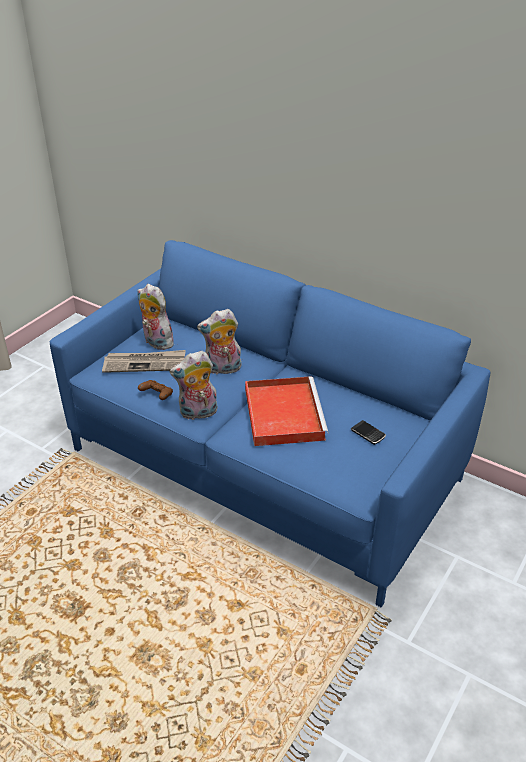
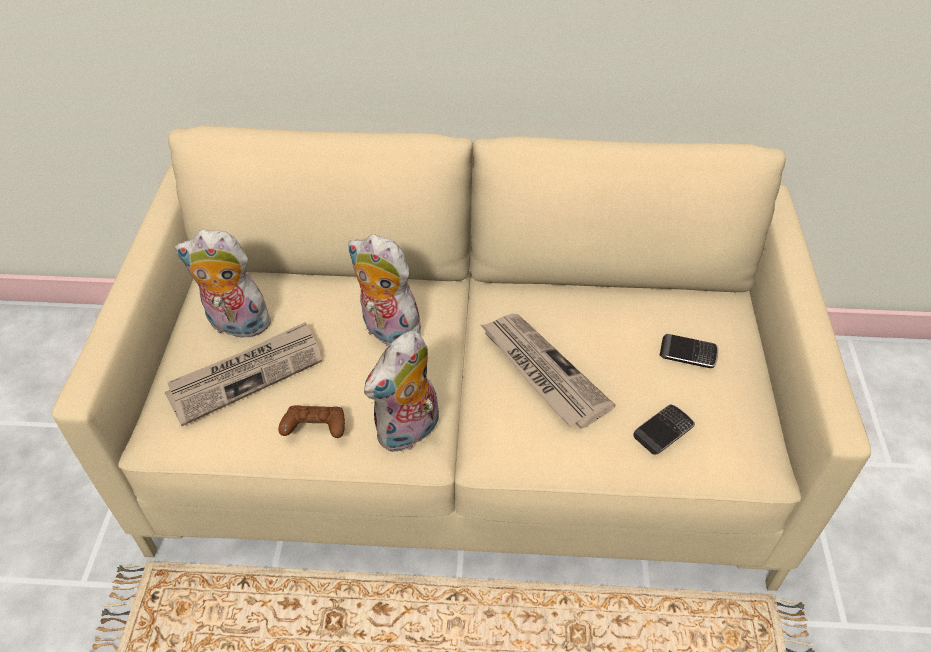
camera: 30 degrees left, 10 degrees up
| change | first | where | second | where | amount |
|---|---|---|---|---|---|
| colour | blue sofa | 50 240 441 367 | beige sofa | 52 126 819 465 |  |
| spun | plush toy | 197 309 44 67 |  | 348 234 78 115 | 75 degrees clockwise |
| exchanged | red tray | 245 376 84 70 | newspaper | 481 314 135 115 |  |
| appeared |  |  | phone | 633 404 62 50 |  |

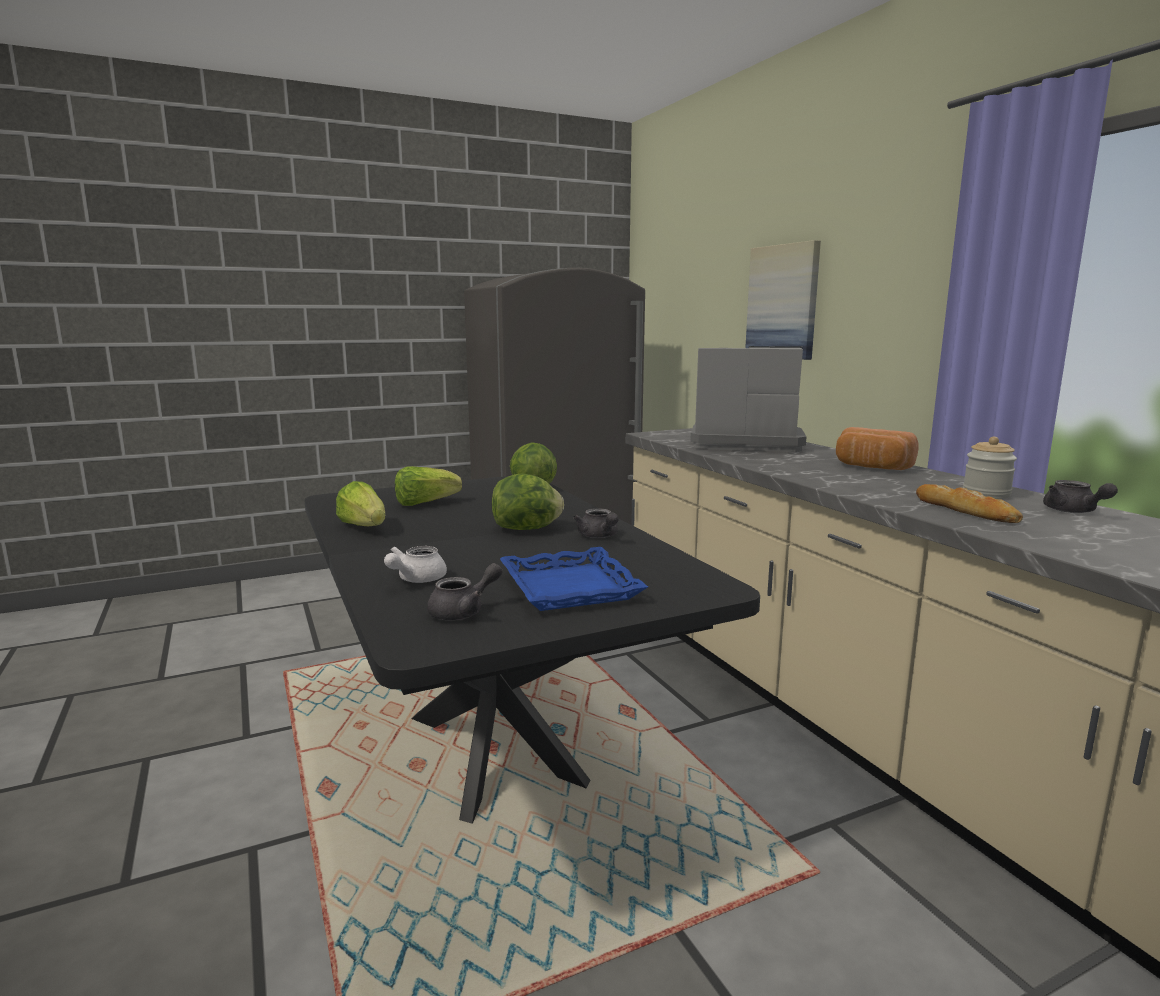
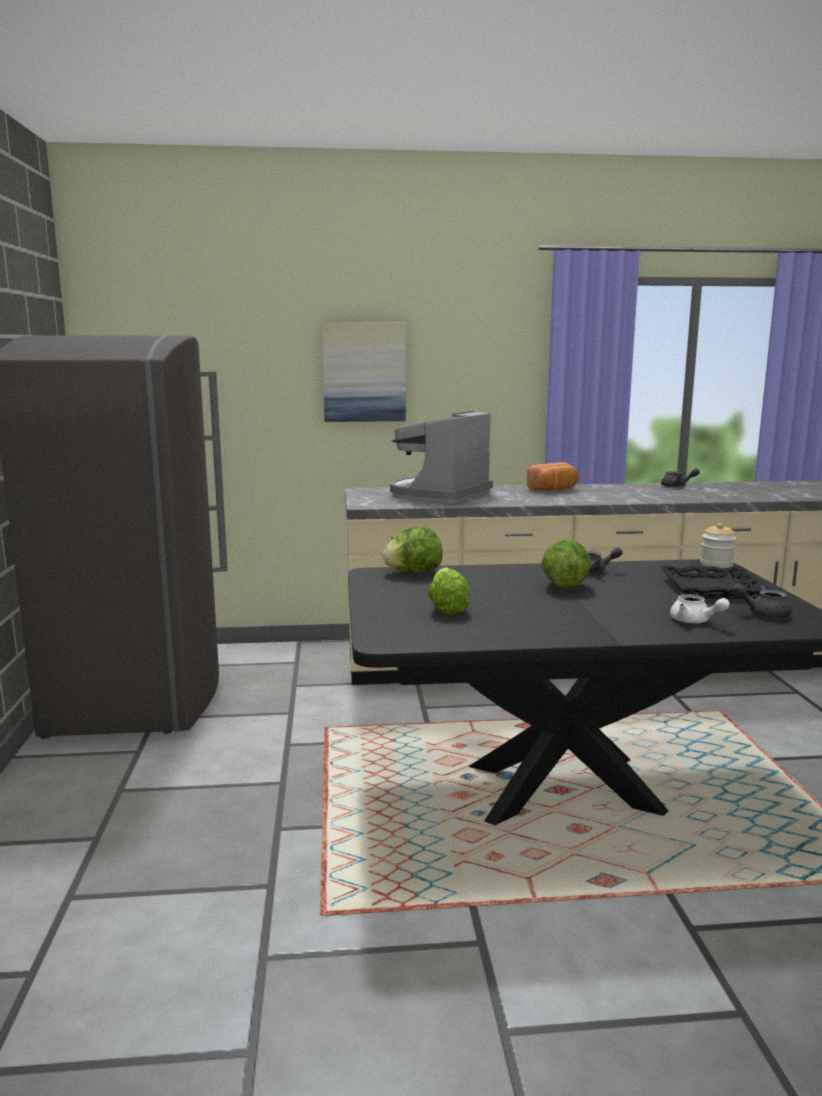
camera: 70 degrees left, 0 degrees up
| change | first | where | second | where | amount |
|---|---|---|---|---|---|
| relocated | jar | 963 437 54 62 |  | 700 523 36 45 |  |
| missing | lettuce | 336 481 49 45 |  |  |  |
| missing | bread | 916 484 107 39 |  |  |  |
| colour | blue tray | 500 547 148 64 | black tray | 660 566 114 33 |  |
| spun | grey teapot | 427 563 75 57 |  | 732 584 60 35 | 60 degrees counterclockwise |

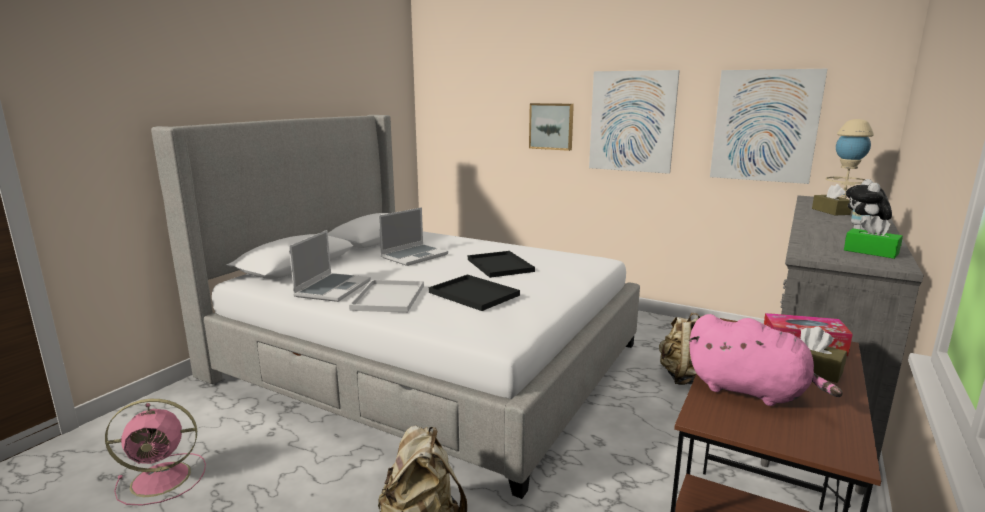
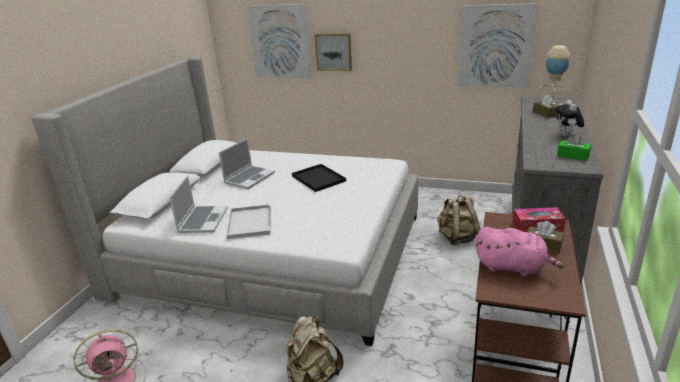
camera: 10 degrees left, 10 degrees up
| change | first | where | second | where | amount |
|---|---|---|---|---|---|
| relocated | picture | 589 70 91 104 |  | 247 4 65 74 |  |
| missing | black tray | 429 274 91 37 |  |  |  |

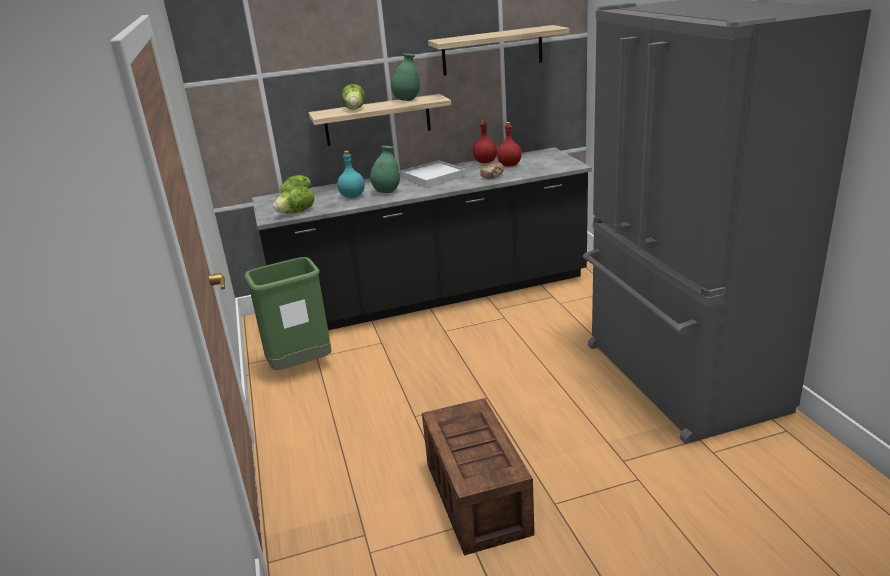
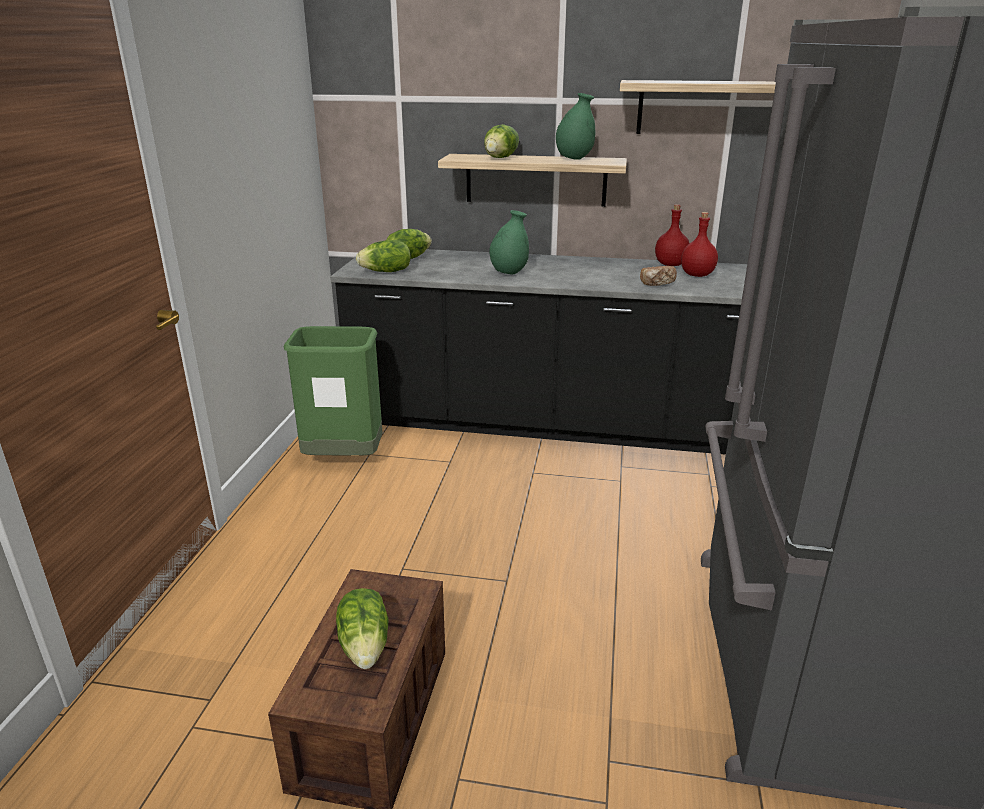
camera: 25 degrees right, 0 degrees up
| change | first | where | second | where | amount |
|---|---|---|---|---|---|
| missing | turquoise bottle | 337 151 28 47 |  |  |  |
| missing | white tray | 401 160 65 27 |  |  |  |
| appeared |  |  | lettuce | 336 588 53 81 |  |

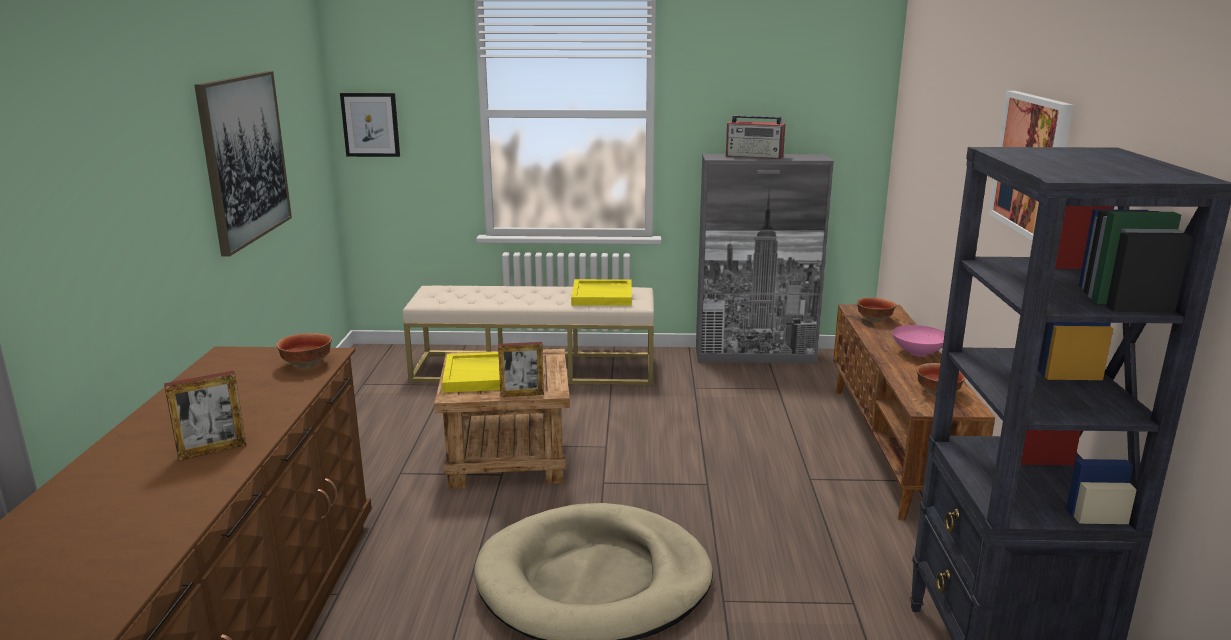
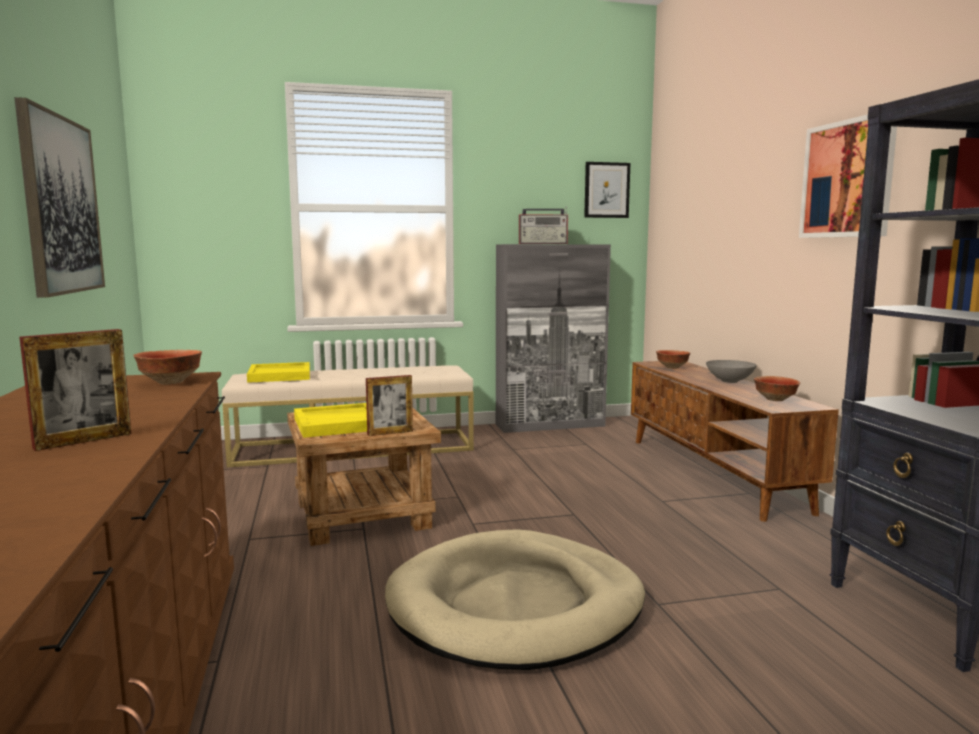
camera: 15 degrees left, 10 degrees down
| change | first | where | second | where | amount |
|---|---|---|---|---|---|
| relocated | picture | 340 93 60 64 |  | 584 162 46 56 |  |
| relocated | yellow tray | 571 279 61 27 |  | 247 362 63 21 |  |
| colour | pink bowl | 892 325 53 31 | grey bowl | 706 360 51 23 |  |

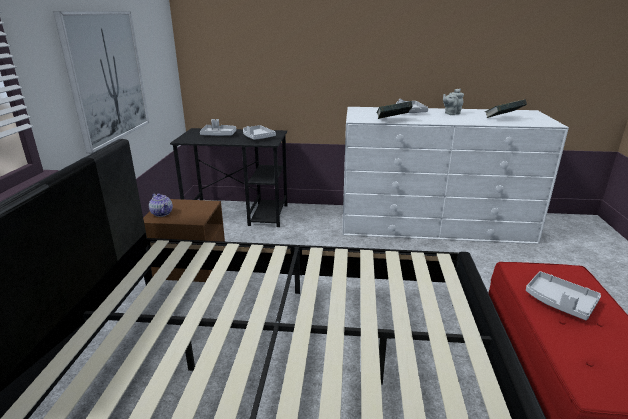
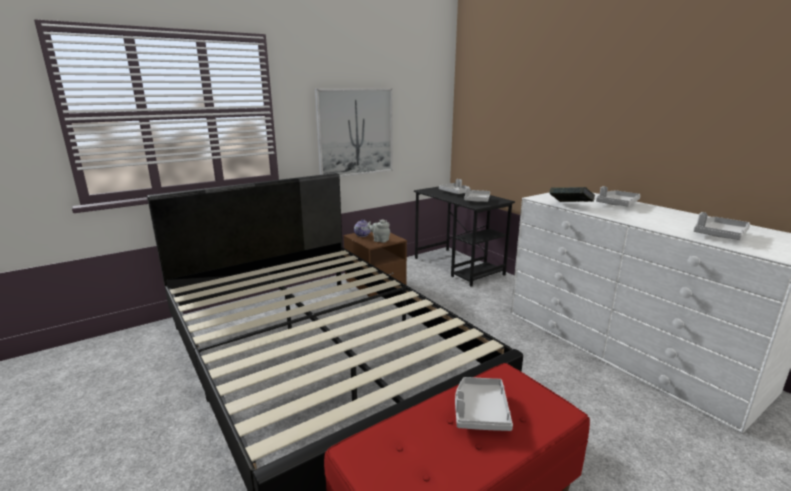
camera: 50 degrees right, 5 degrees down
| change | first | where | second | where | amount |
|---|---|---|---|---|---|
| relocated | grey teapot | 443 89 21 26 |  | 367 219 23 24 |  |
| exchanged | book | 485 99 42 19 | grey tray | 693 212 57 28 |  |

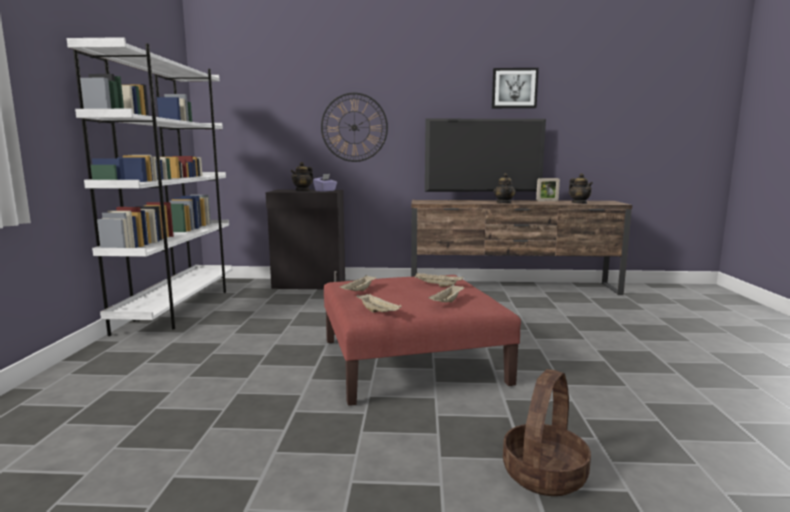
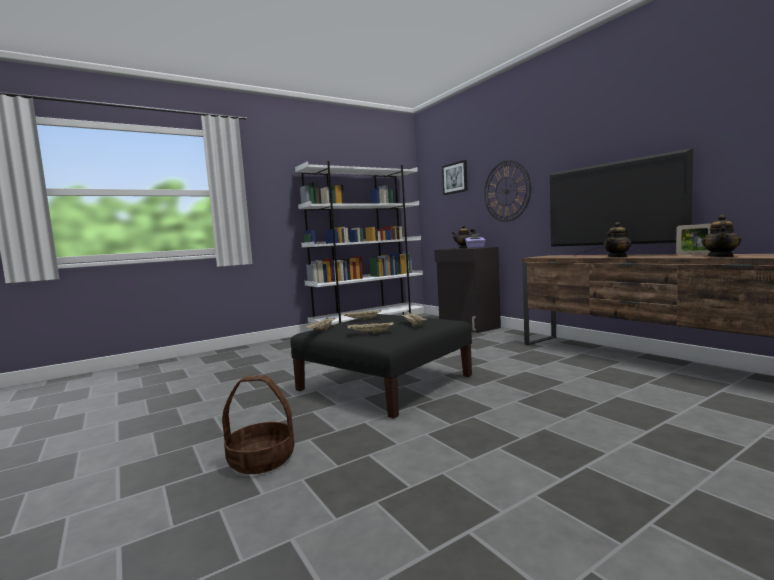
camera: 55 degrees right, 5 degrees down
| change | first | where | second | where | amount |
|---|---|---|---|---|---|
| relocated | picture | 492 68 47 40 |  | 442 160 26 35 |  |
| colour | red ottoman | 324 275 197 131 | black ottoman | 290 314 182 104 |  |

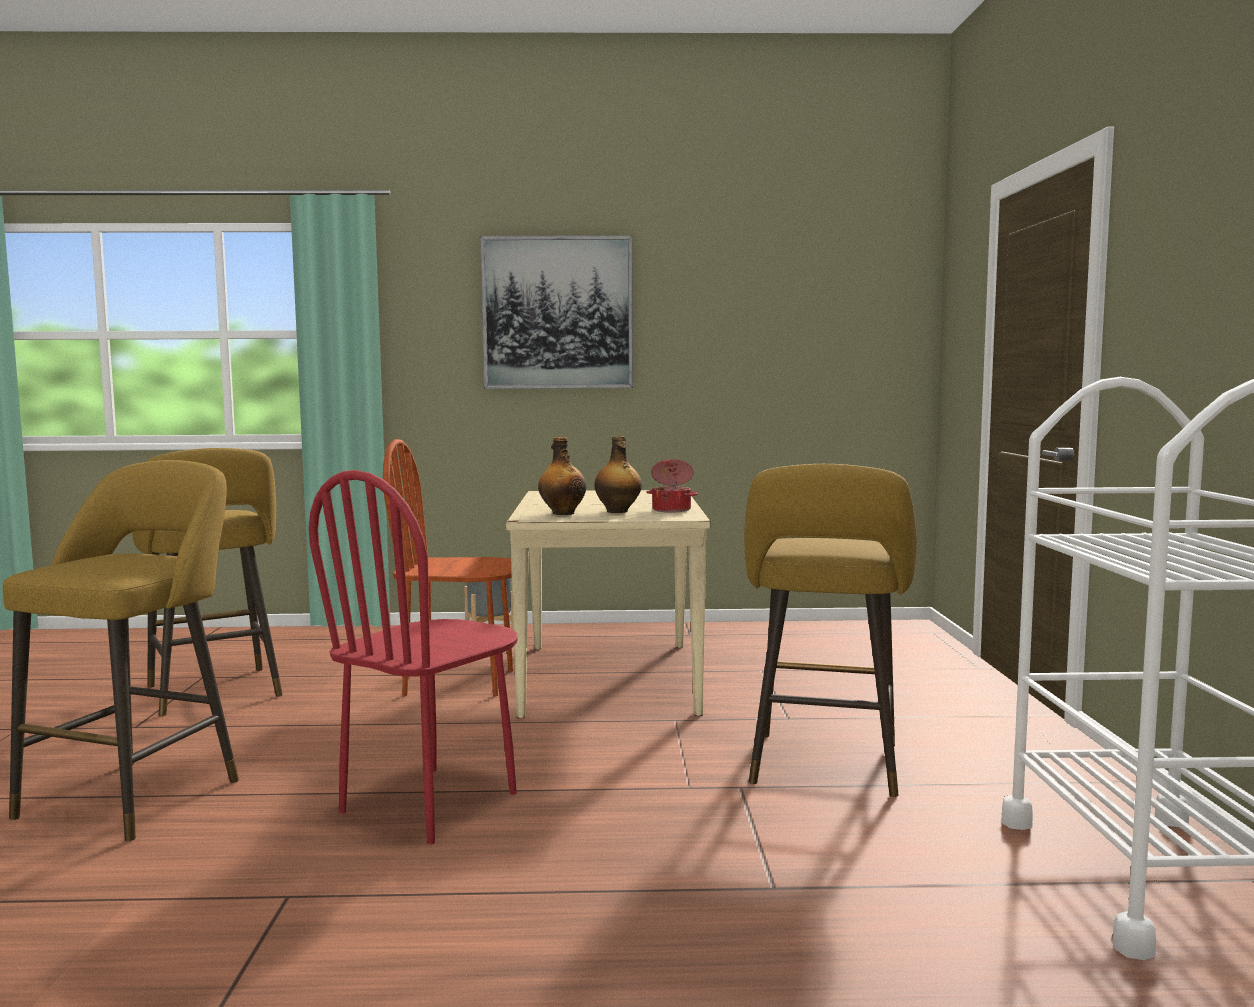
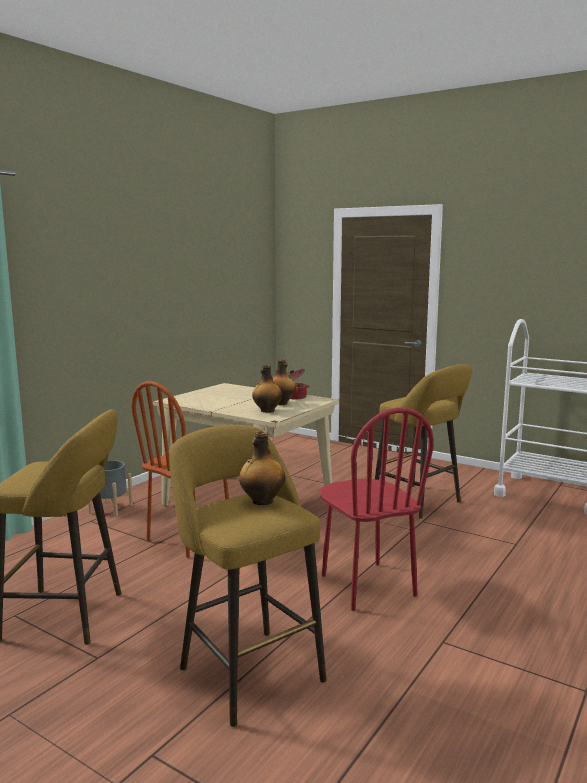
camera: 55 degrees left, 5 degrees up
| change | first | where | second | where | amount |
|---|---|---|---|---|---|
| missing | picture | 480 235 153 154 |  |  |  |
| appeared |  |  | bottle | 239 431 46 74 |  |

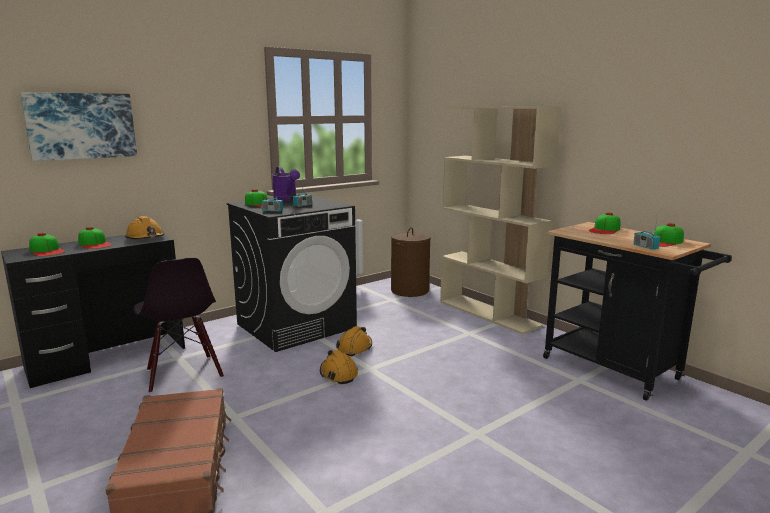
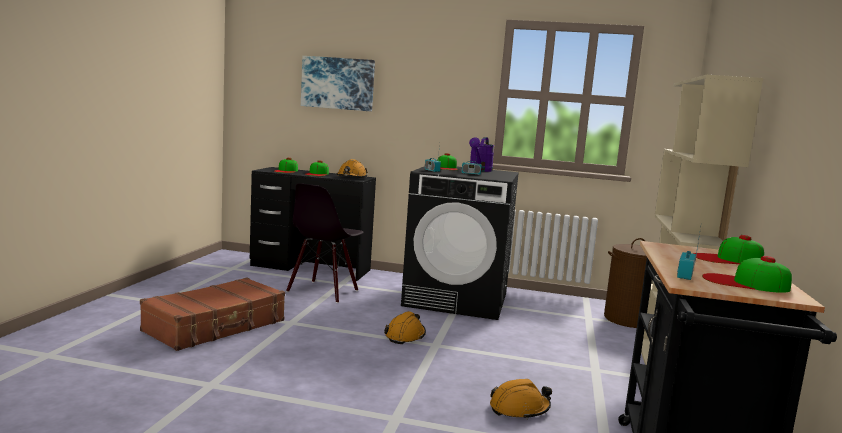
camera: 50 degrees right, 5 degrees down
| change | first | where | second | where | amount |
|---|---|---|---|---|---|
| relocated | orange hard hat | 336 326 36 30 |  | 490 379 62 41 |  |

